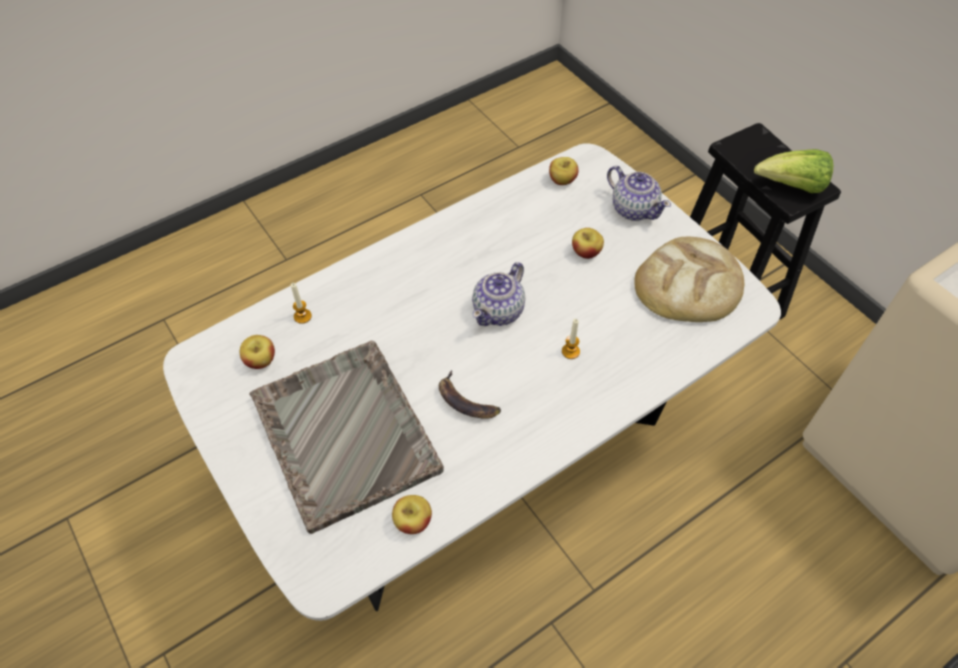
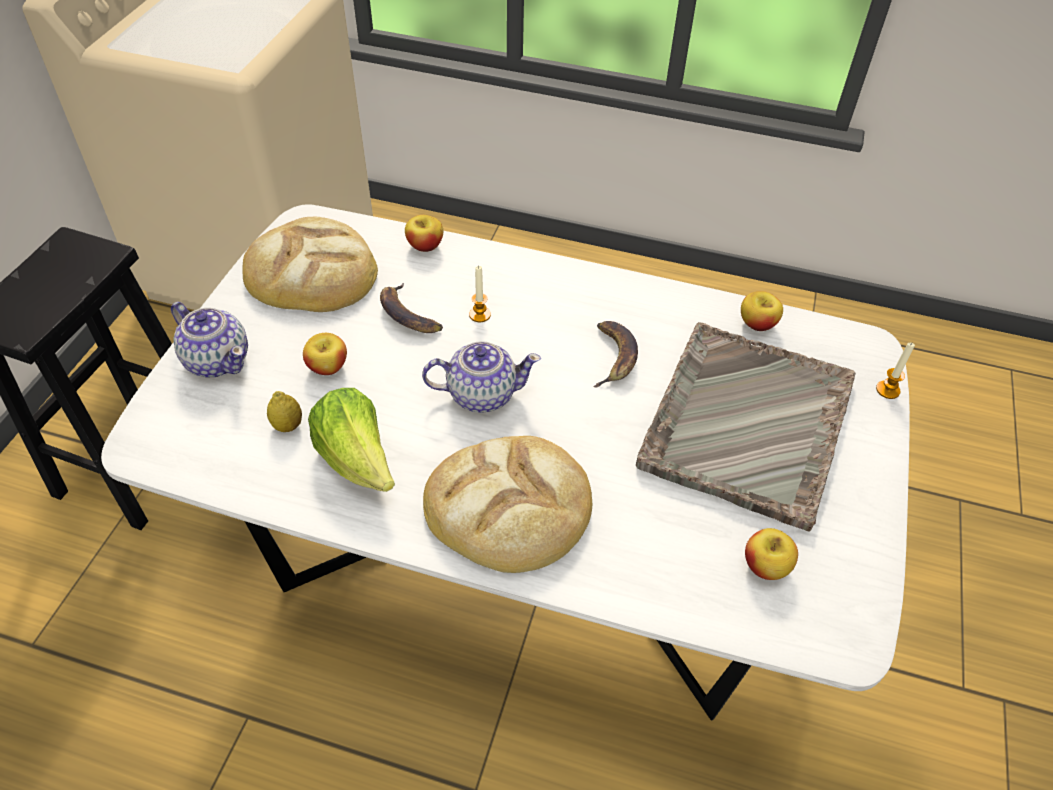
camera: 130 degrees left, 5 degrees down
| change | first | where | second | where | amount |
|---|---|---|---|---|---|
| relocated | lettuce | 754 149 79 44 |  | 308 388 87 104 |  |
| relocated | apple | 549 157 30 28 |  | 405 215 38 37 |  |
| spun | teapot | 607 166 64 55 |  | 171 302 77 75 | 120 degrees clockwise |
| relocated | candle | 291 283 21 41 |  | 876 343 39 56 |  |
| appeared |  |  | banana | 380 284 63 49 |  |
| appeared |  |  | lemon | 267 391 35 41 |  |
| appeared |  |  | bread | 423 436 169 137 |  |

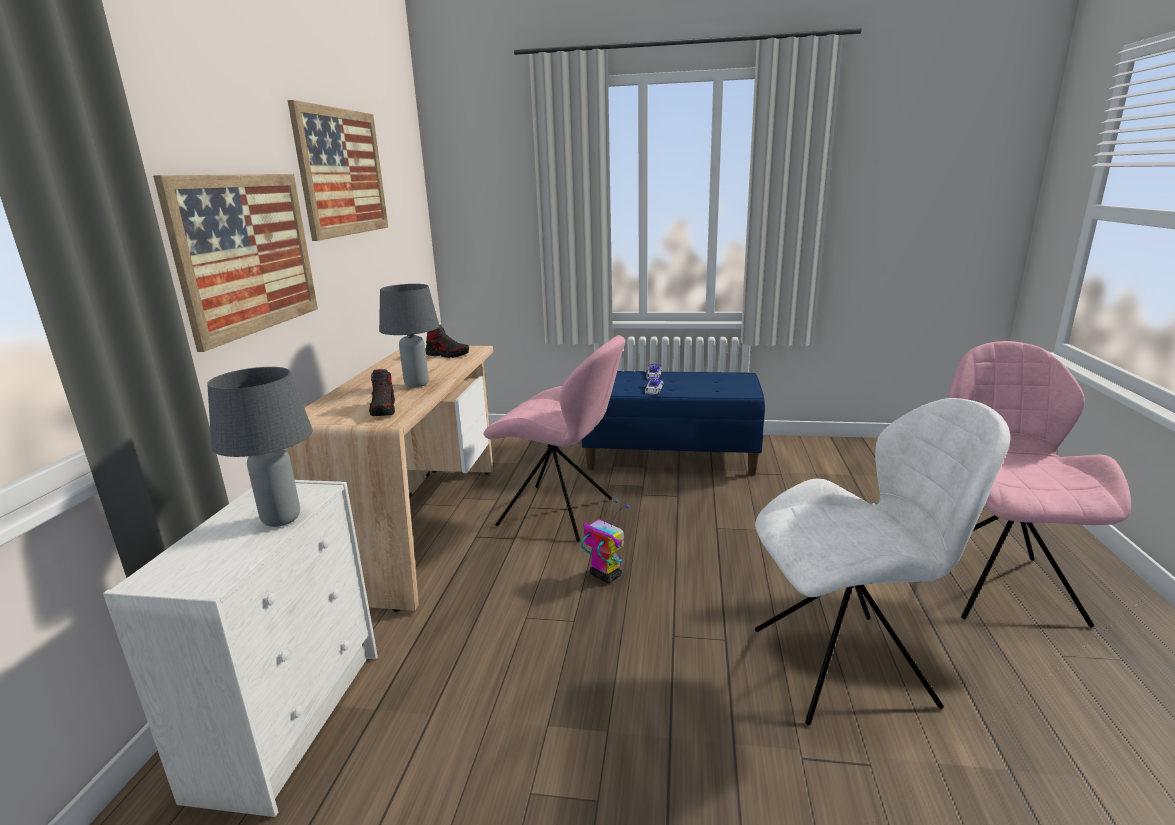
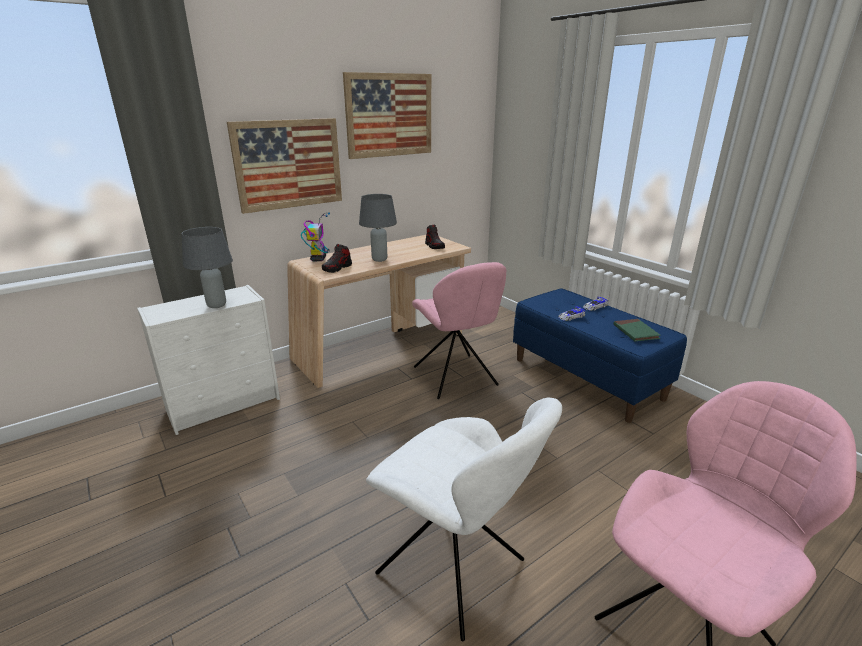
camera: 45 degrees right, 5 degrees up
| change | first | where | second | where | amount |
|---|---|---|---|---|---|
| relocated | toy robot | 581 499 48 84 |  | 301 212 29 49 |  |
| appeared |  |  | green book | 614 319 47 23 |  |

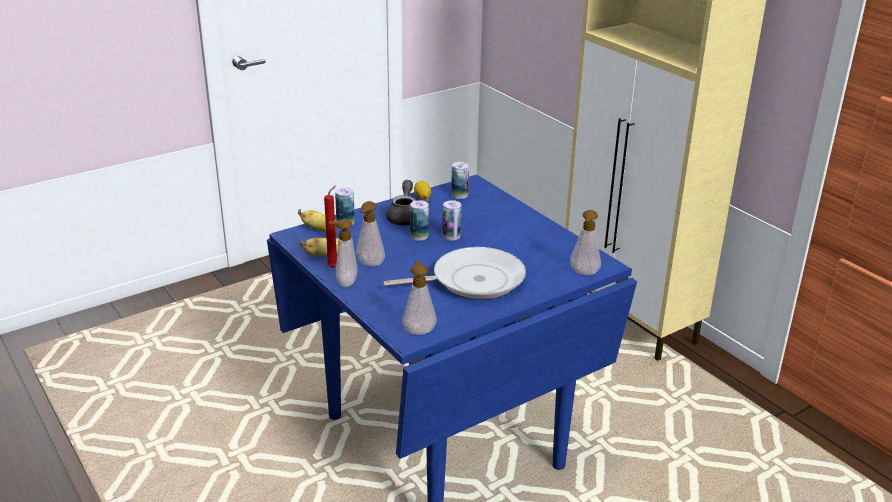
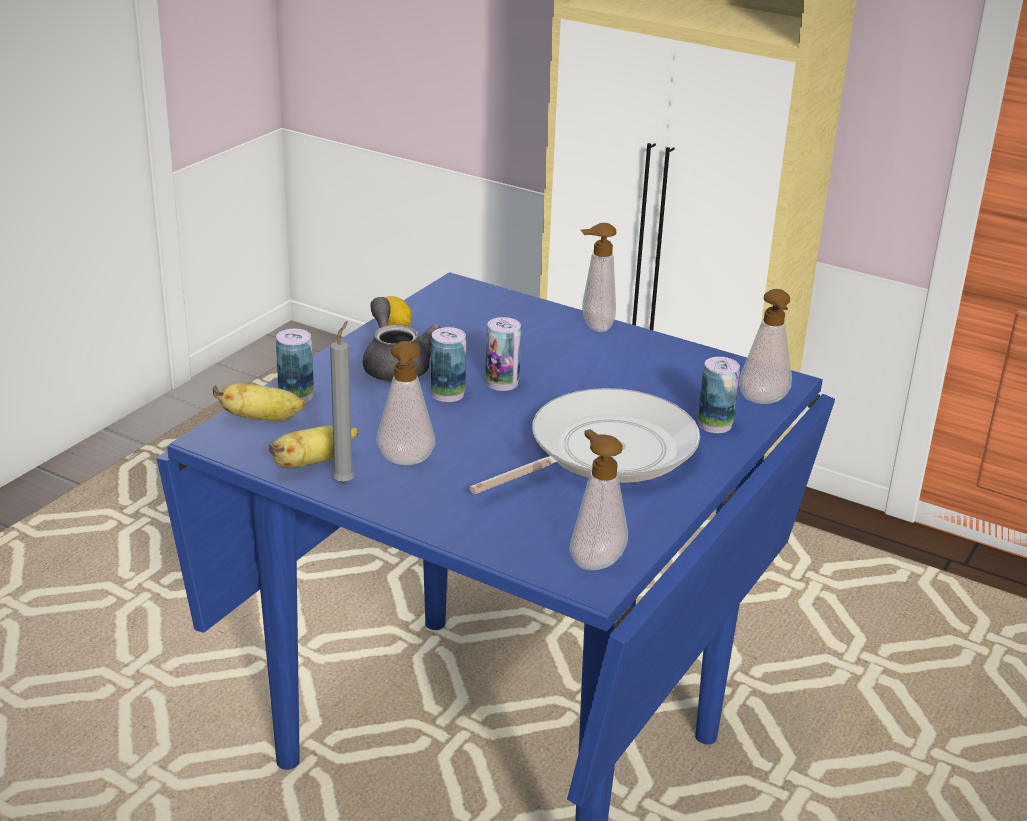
camera: 25 degrees left, 0 degrees up
| change | first | where | second | where | amount |
|---|---|---|---|---|---|
| relocated | can | 451 162 18 37 |  | 698 357 42 76 |  |
| colour | red candle | 324 185 13 83 | grey candle | 330 321 24 163 |  |
| relocated | soap dispenser | 329 219 29 68 |  | 581 223 35 109 |  |

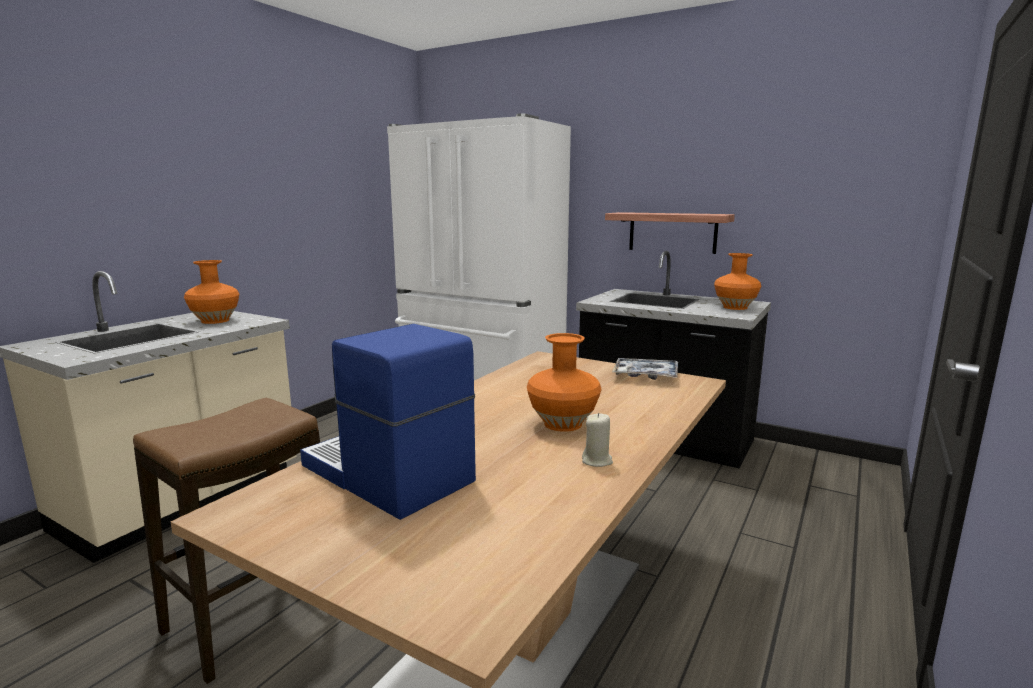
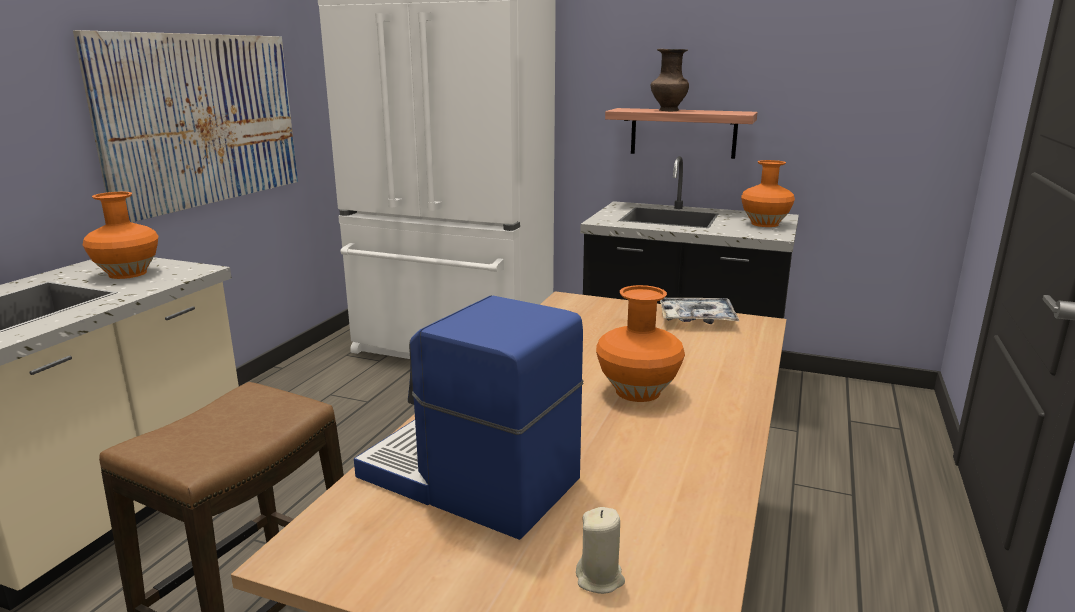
camera: 10 degrees left, 5 degrees up
| change | first | where | second | where | amount |
|---|---|---|---|---|---|
| relocated | beige candle | 582 413 31 54 |  | 576 507 49 87 |  |
| appeared |  |  | picture | 73 30 225 192 |  |
| appeared |  |  | brown vase | 651 49 38 62 |  |

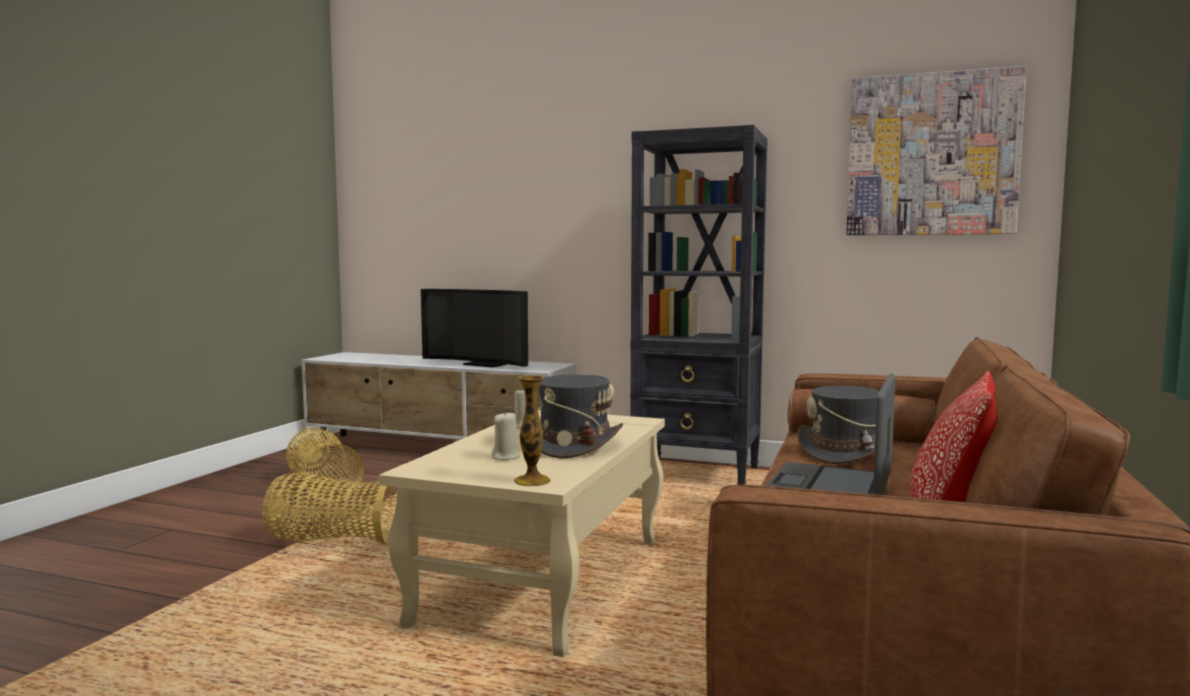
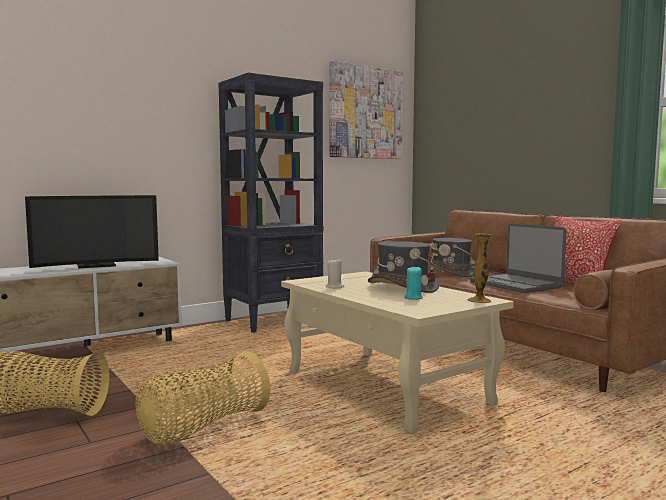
camera: 55 degrees left, 0 degrees up
| change | first | where | second | where | amount |
|---|---|---|---|---|---|
| colour | beige candle | 492 411 28 49 | turquoise candle | 404 267 19 33 |  |

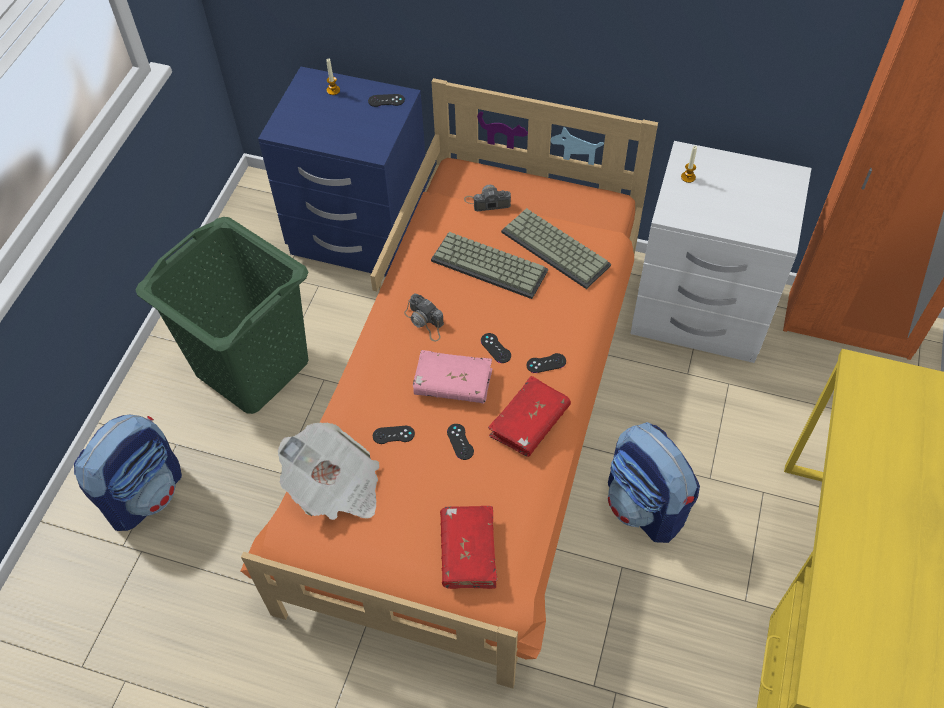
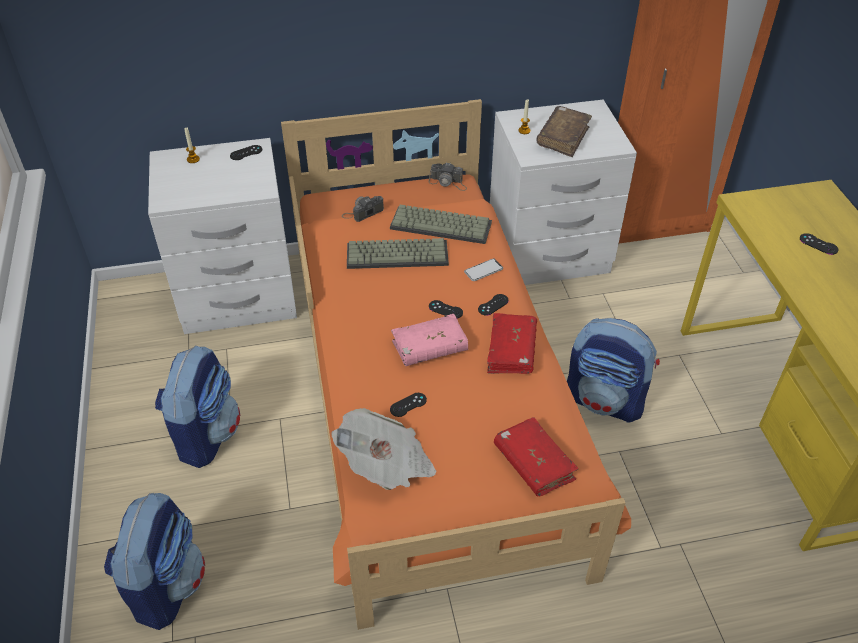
camera: 30 degrees left, 10 degrees down
| change | first | where | second | where | amount |
|---|---|---|---|---|---|
| colour | blue nightstand | 258 66 170 211 | white nightstand | 148 138 149 196 |  |
| exchanged | green laundry basket | 136 217 172 197 | backpack | 155 345 86 123 |  |
| relocated | photo camera | 404 294 40 48 |  | 429 163 38 28 |  |
| relocated | black game controller | 447 424 27 36 |  | 800 233 38 22 |  |
| appeared |  |  | brown book | 537 106 55 51 |  |
| appeared |  |  | phone | 464 259 39 22 |  |

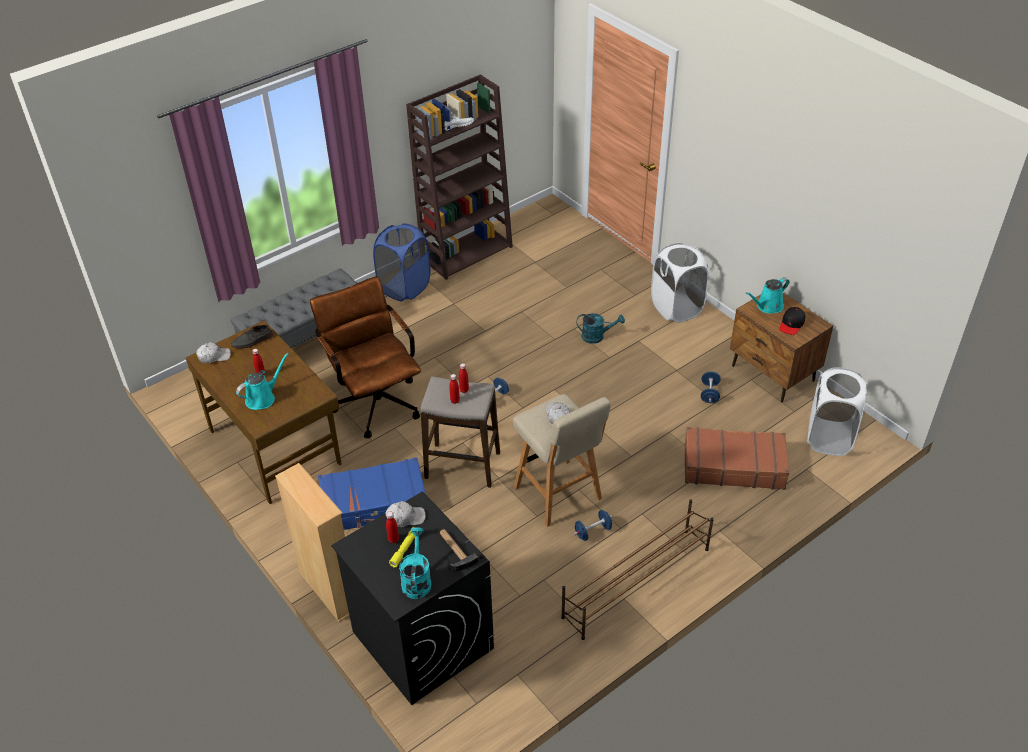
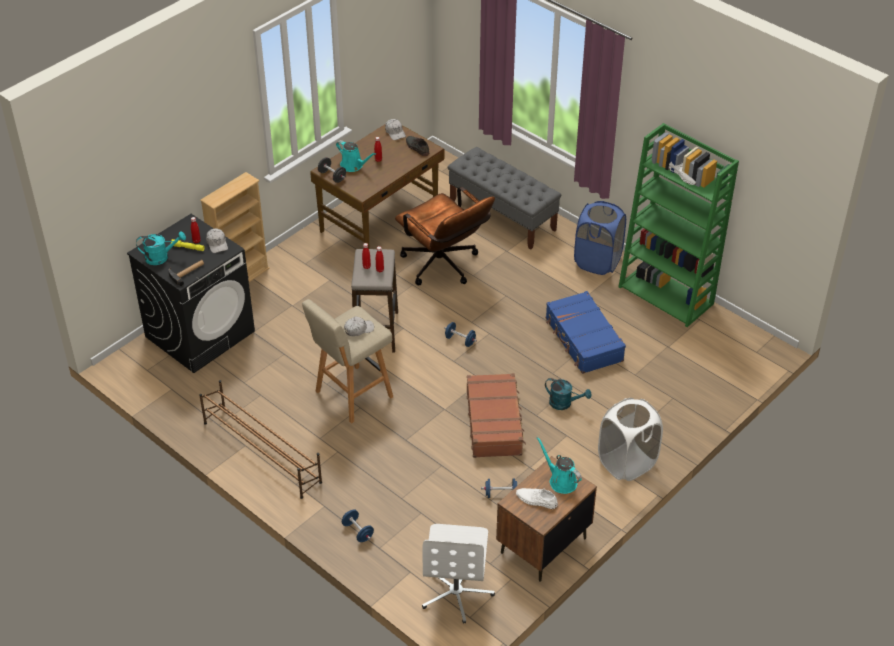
camera: 80 degrees right, 0 degrees up
| change | first | where | second | where | amount |
|---|---|---|---|---|---|
| colour | brown bookcase | 406 74 107 206 | green bookcase | 619 123 120 204 |  |
| spun | brown office chair | 310 276 111 163 |  | 395 187 100 99 | 90 degrees clockwise |
| exchanged | black cap | 779 307 26 28 | white shoe | 516 488 42 21 |  |
| spun | turquoise watering can | 576 313 49 31 |  | 545 378 47 32 | 60 degrees counterclockwise |
| exchanged | white laundry basket | 807 368 61 88 | white office chair | 422 524 73 100 |  |
| relocated | brown suitcase | 685 427 105 63 |  | 467 373 59 85 |  |
| relocated | blue suitcase | 318 457 108 73 |  | 546 291 80 83 |  |
| relocated | blue dumbbell | 574 510 39 31 |  | 342 510 32 32 |  |
| appeared |  |  | black dumbbell | 318 157 28 26 |  |

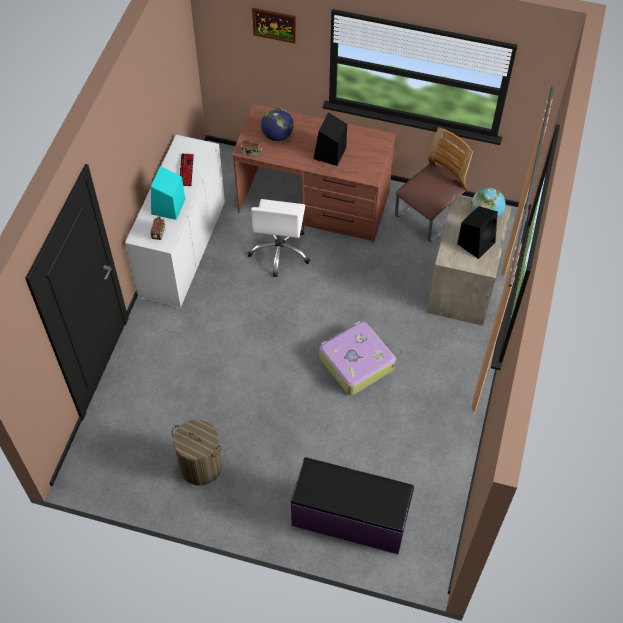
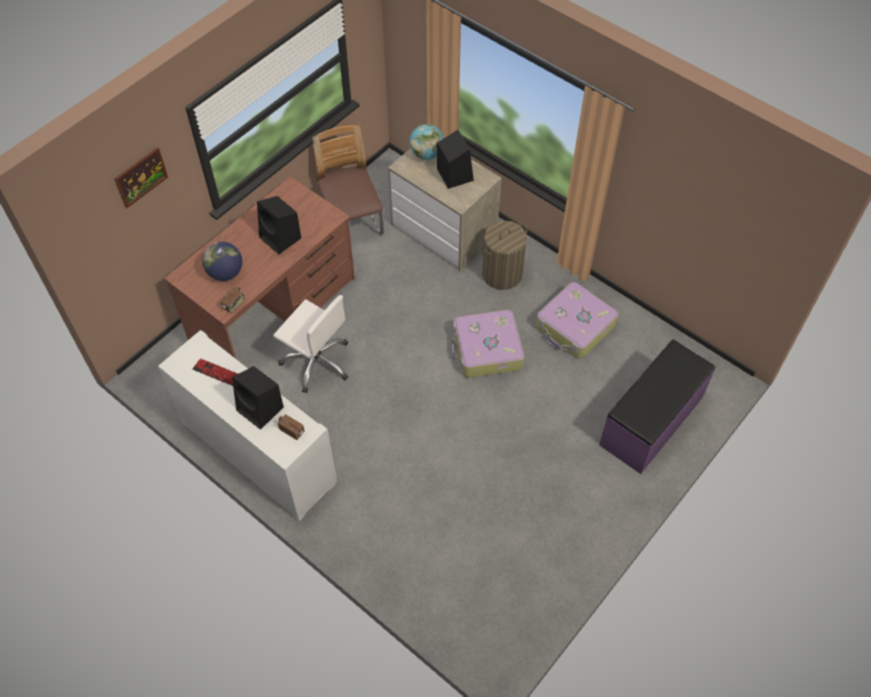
camera: 65 degrees left, 0 degrees up
| change | first | where | second | where | amount |
|---|---|---|---|---|---|
| colour | turquoise speaker | 151 166 34 54 | black speaker | 232 366 52 64 |  |
| relocated | laundry basket | 172 419 50 67 |  | 482 221 45 69 |  |
| appeared |  |  | suitcase | 536 282 82 77 |  |

